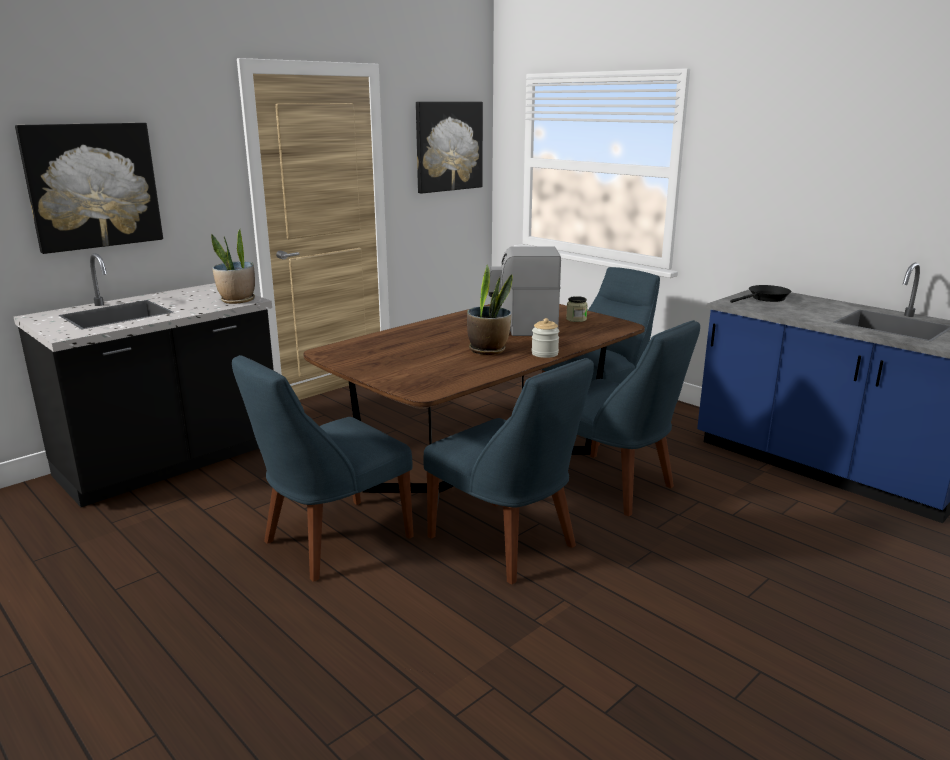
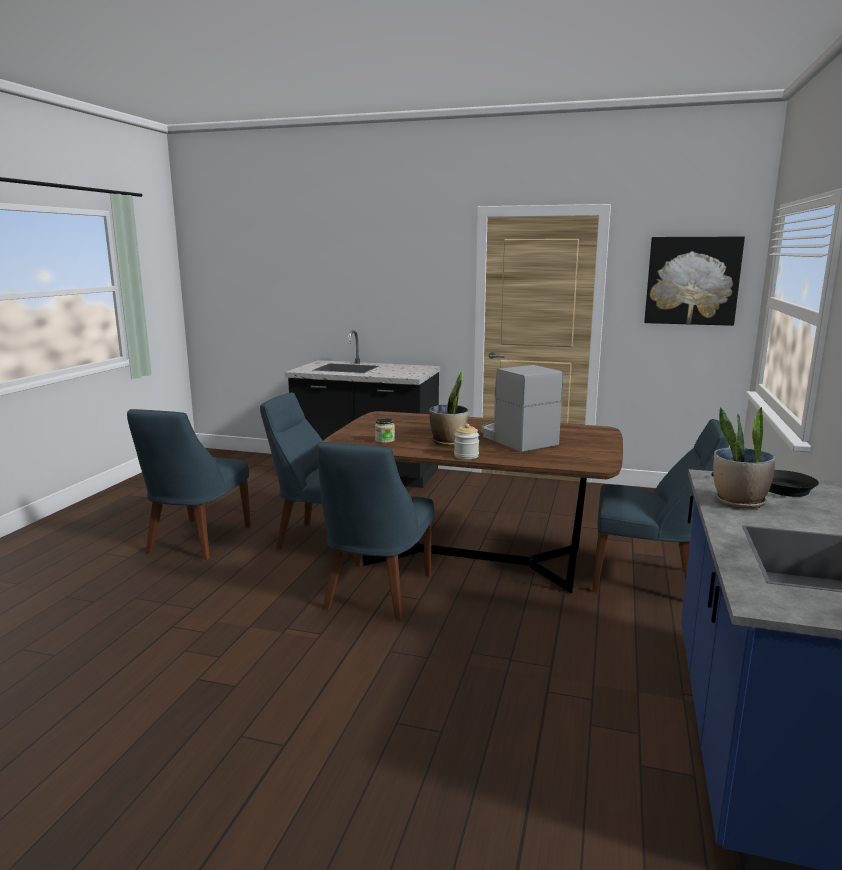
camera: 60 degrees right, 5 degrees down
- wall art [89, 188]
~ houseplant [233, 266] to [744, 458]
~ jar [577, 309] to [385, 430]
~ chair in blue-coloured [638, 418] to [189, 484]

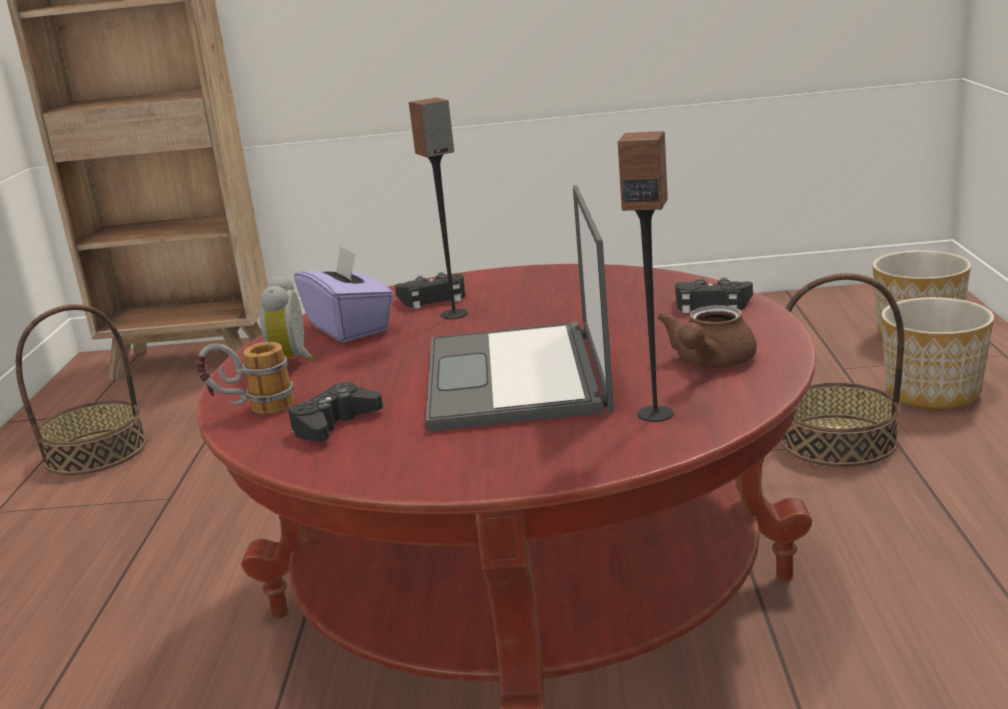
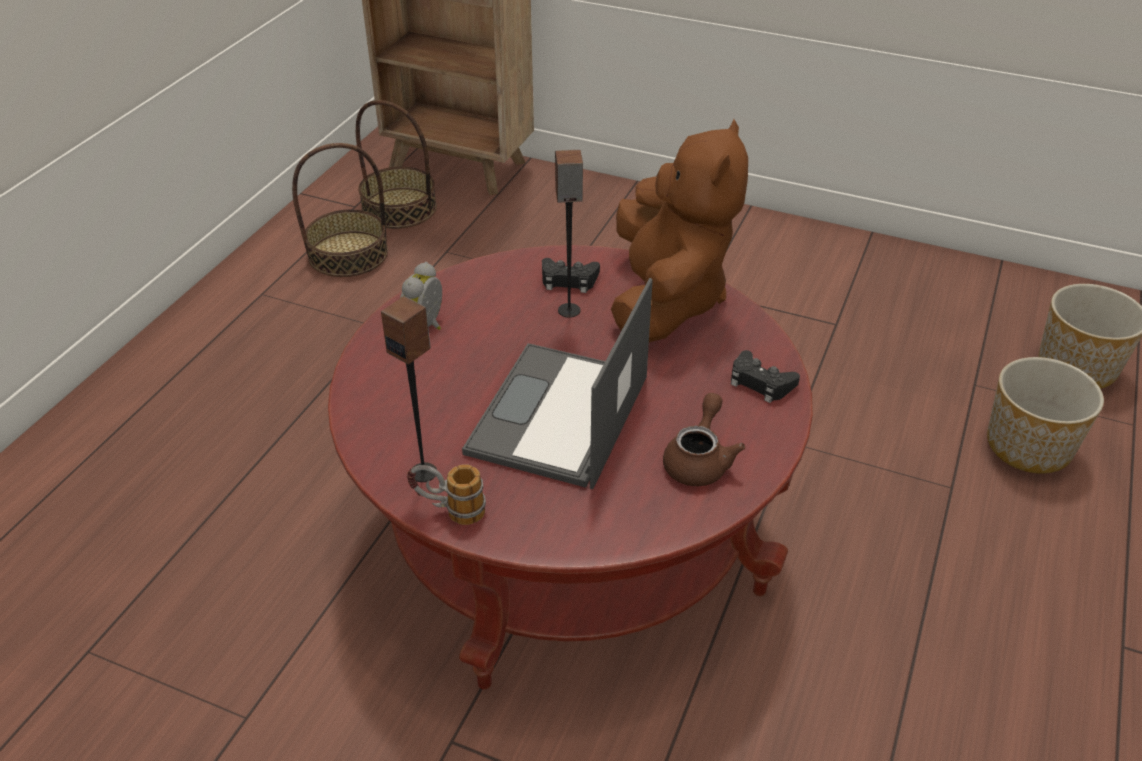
camera: 20 degrees right, 20 degrees up
- gamepad in blackish [335, 412]
- tissue box in purple-coloured [343, 293]
+ cuddly toy in brown [679, 230]
~ mug [245, 378] to [446, 494]
~ audio speaker [646, 276] to [409, 389]
~ basket [842, 370] to [396, 164]
~ tea pot in brown [707, 336] = [704, 439] 150 degrees clockwise

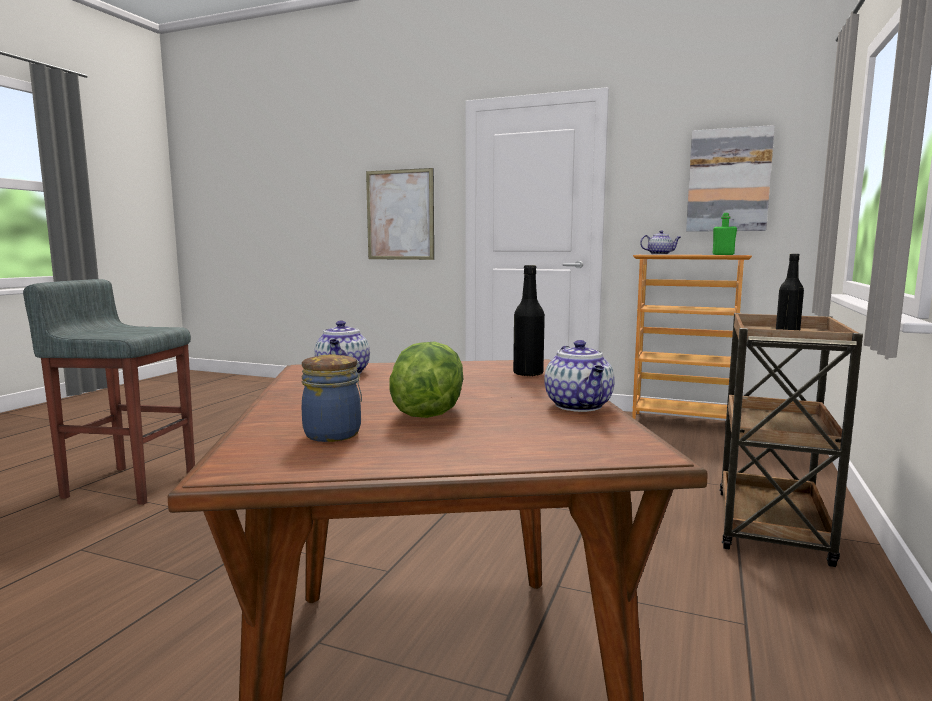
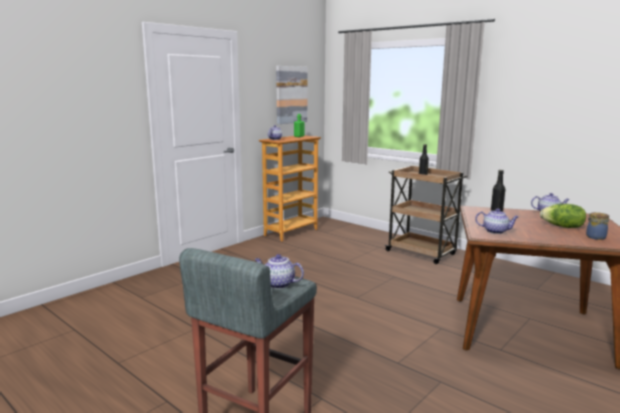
camera: 70 degrees left, 5 degrees up
- wall art [400, 214]
+ tea pot [279, 271]

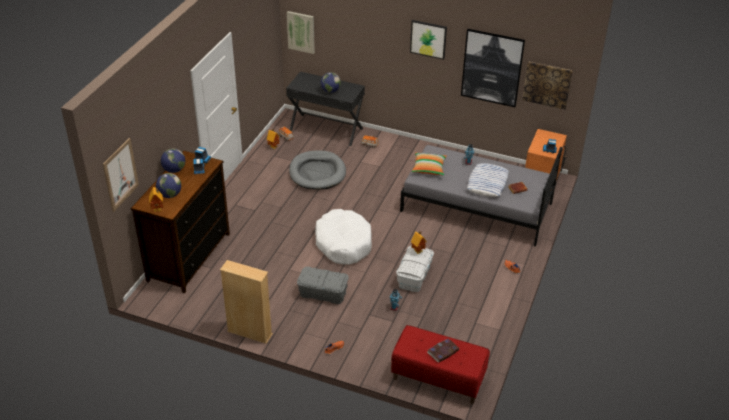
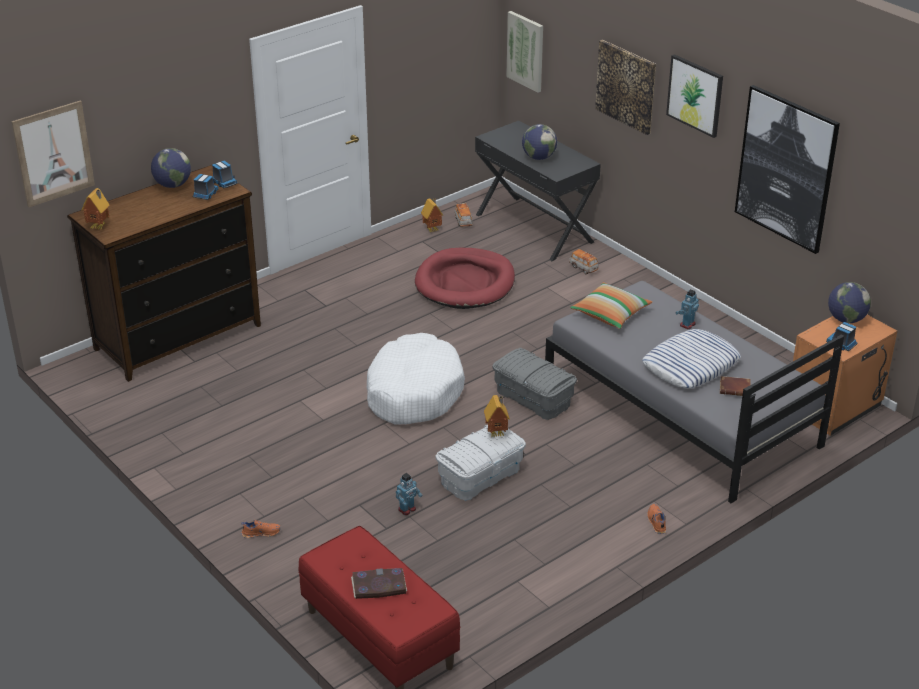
camera: 30 degrees right, 5 degrees down
- shelving unit in sand-coloured [246, 302]
~ globe [168, 185] to [849, 302]
~ storage container in gray [323, 285] to [534, 384]
~ wall art [548, 85] to [625, 87]
~ dog bed in gray [317, 170] to dog bed in reddish [465, 278]

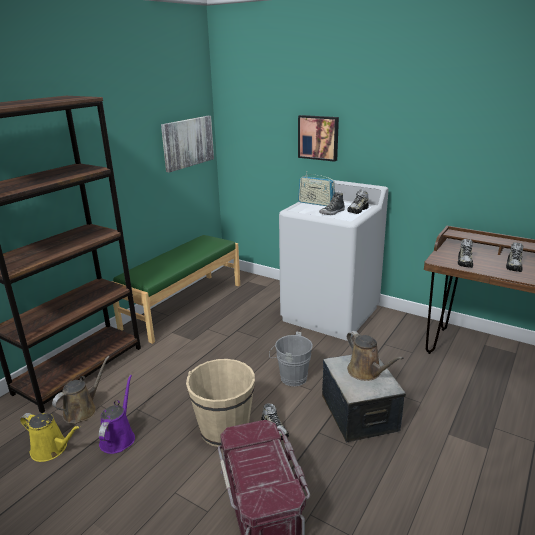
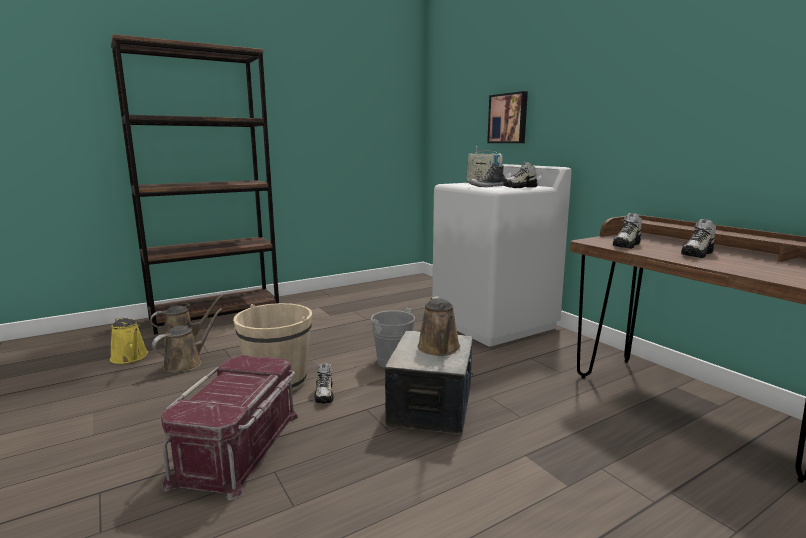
camera: 25 degrees right, 10 degrees down
- bench in green [176, 289]
- wall art [187, 144]
~ sprinkling can in purple-coloured [117, 414] to sprinkling can in brown [187, 340]

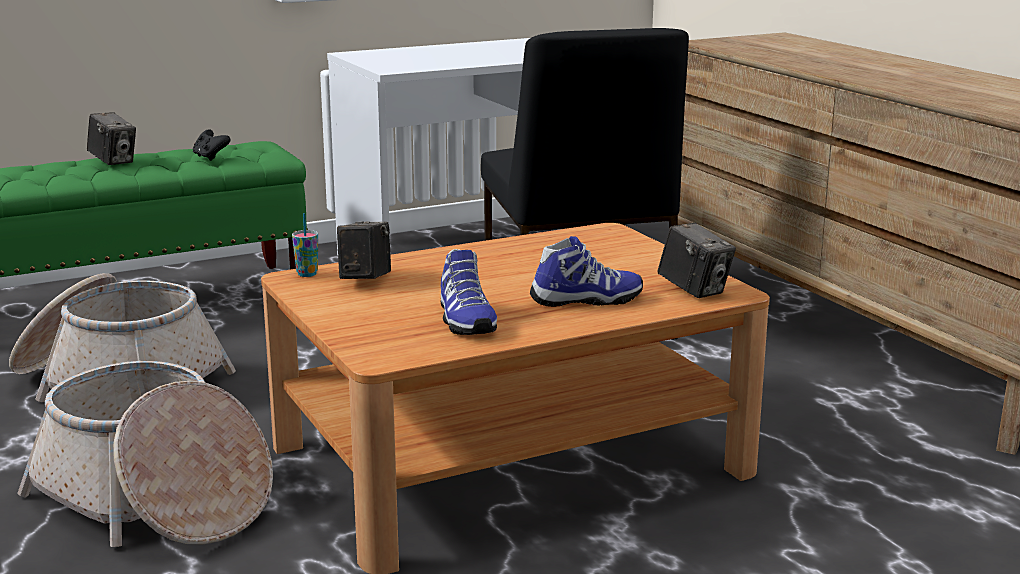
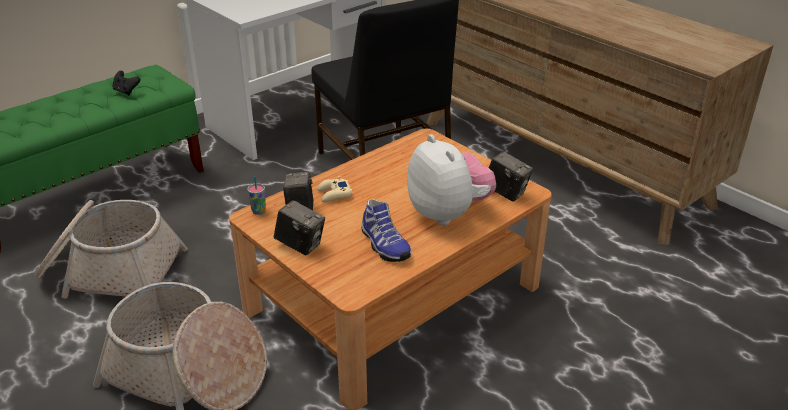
camera: 15 degrees left, 15 degrees up
+ gamepad in sand-coloured [334, 189]
~ still camera [111, 138] to [299, 227]
~ low shoe [586, 271] to cuddly toy [451, 179]

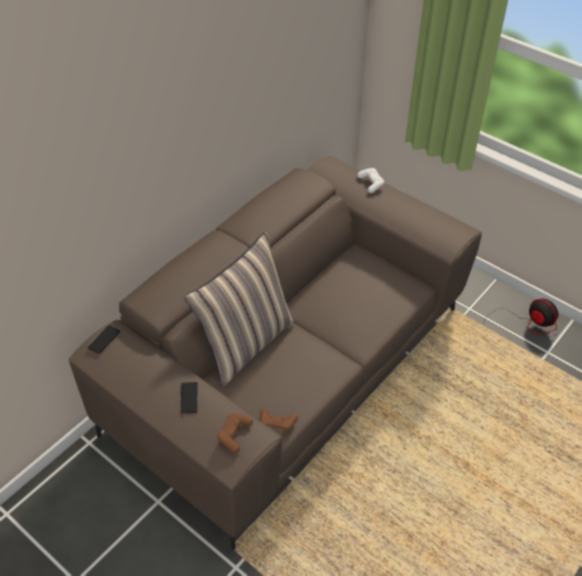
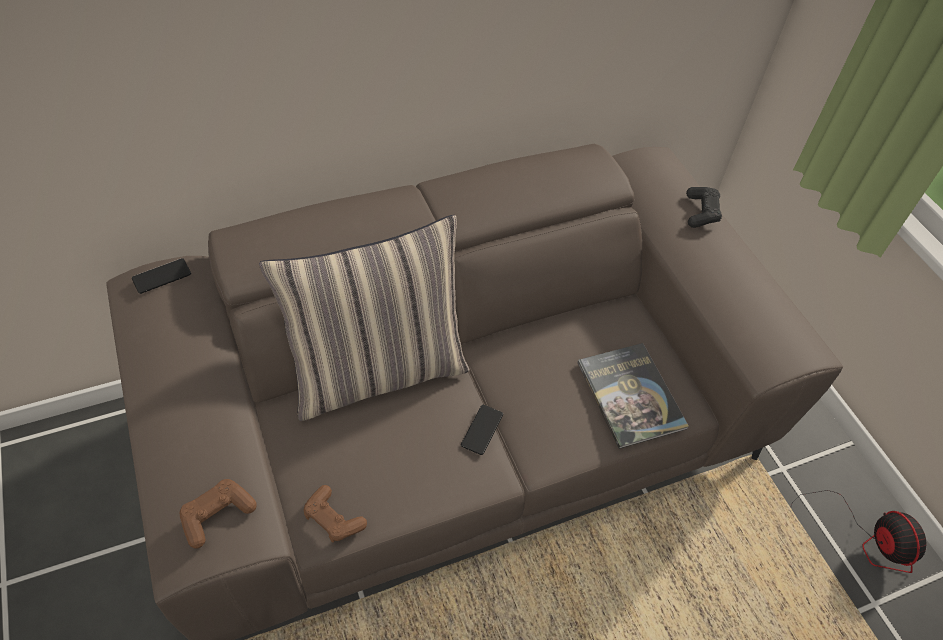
camera: 25 degrees right, 5 degrees up
+ volume [633, 396]
~ handset [189, 397] to [482, 430]
~ gamepad in white-coloured [370, 180] to gamepad in blackish [704, 207]

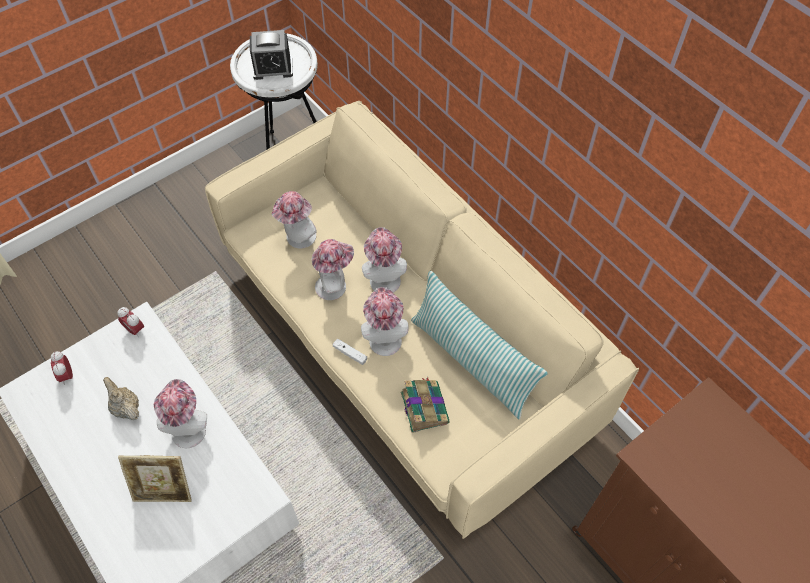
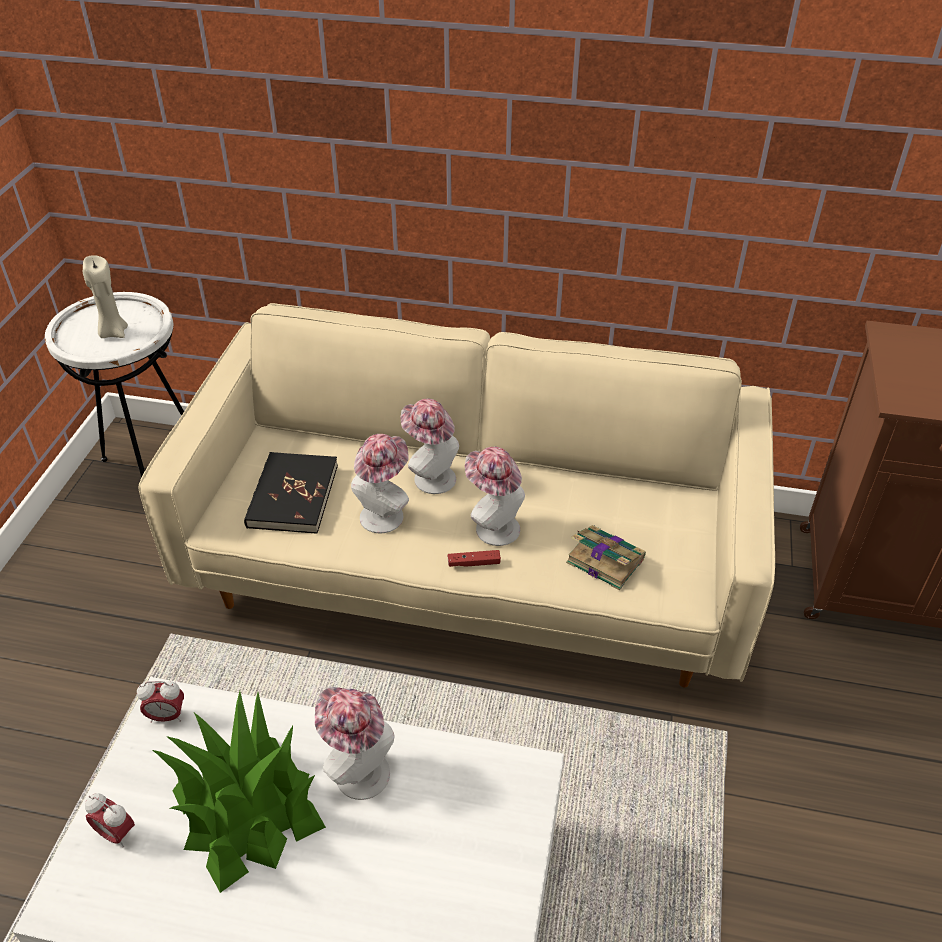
camera: 40 degrees left, 15 degrees down
- standing frame [155, 478]
- cushion [479, 345]
~ tea pot in sand-coloured [121, 399] to houseplant [239, 792]
~ table clock [271, 55] to wax candle in sand-coloured [105, 296]
~ clothing hat [294, 219] to volume in blackish [291, 493]
~ gamepad in white-coloured [350, 352] to gamepad in reddish [474, 558]

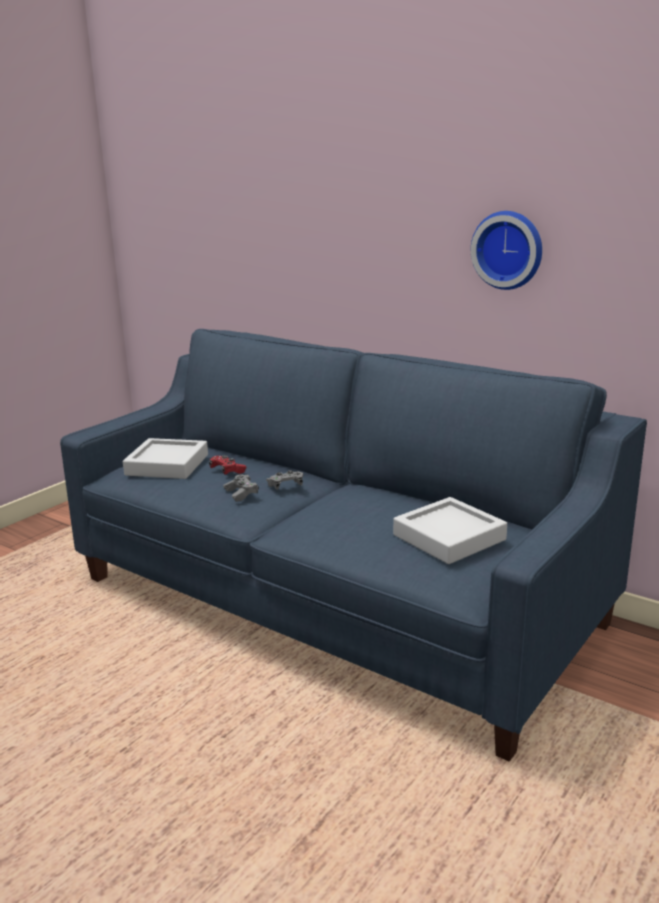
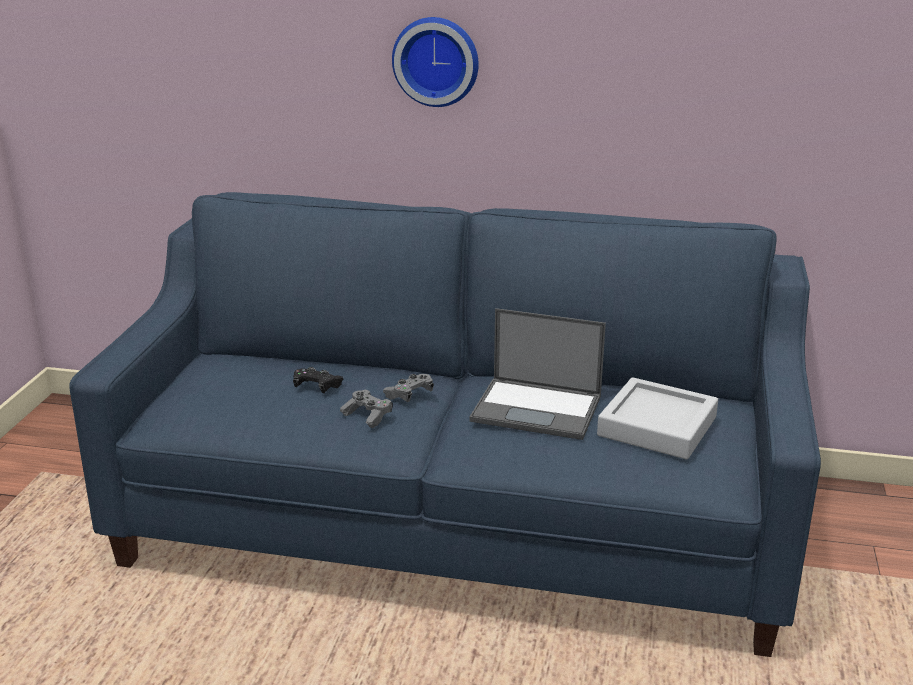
camera: 25 degrees left, 5 degrees up
- serving tray in gray [165, 458]
+ portable computer [537, 374]
~ wall clock [506, 250] to [435, 62]
~ gamepad in reddish [227, 465] to gamepad in blackish [318, 380]

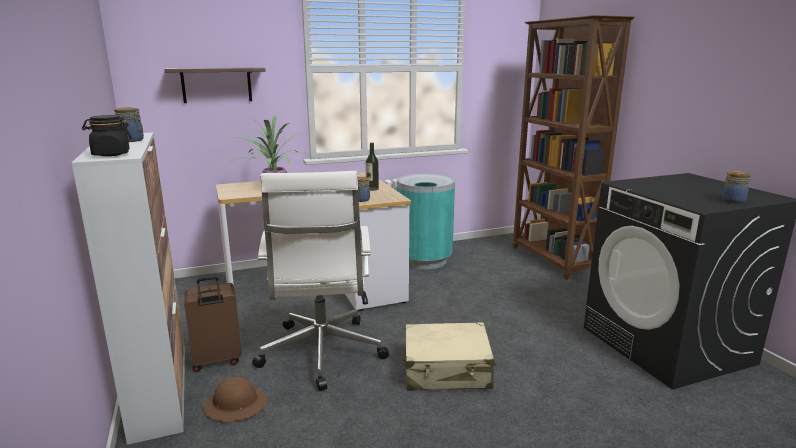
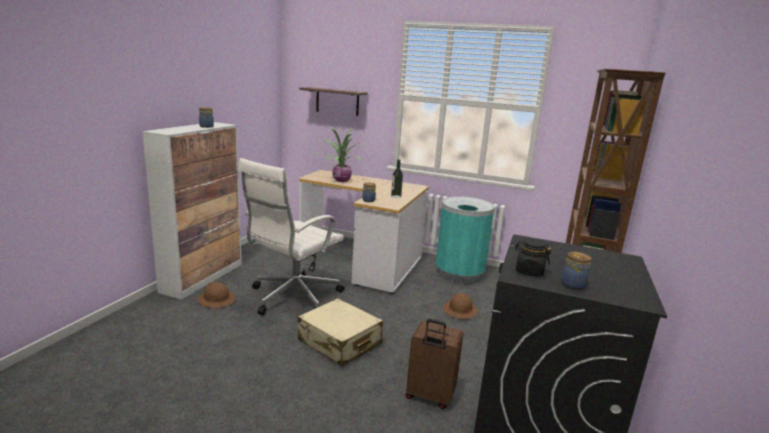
camera: 40 degrees right, 0 degrees up
+ hard hat in brown [460, 306]
~ jar in blackish [107, 135] to [533, 257]
~ piece of luggage in brown [213, 324] to [434, 364]

